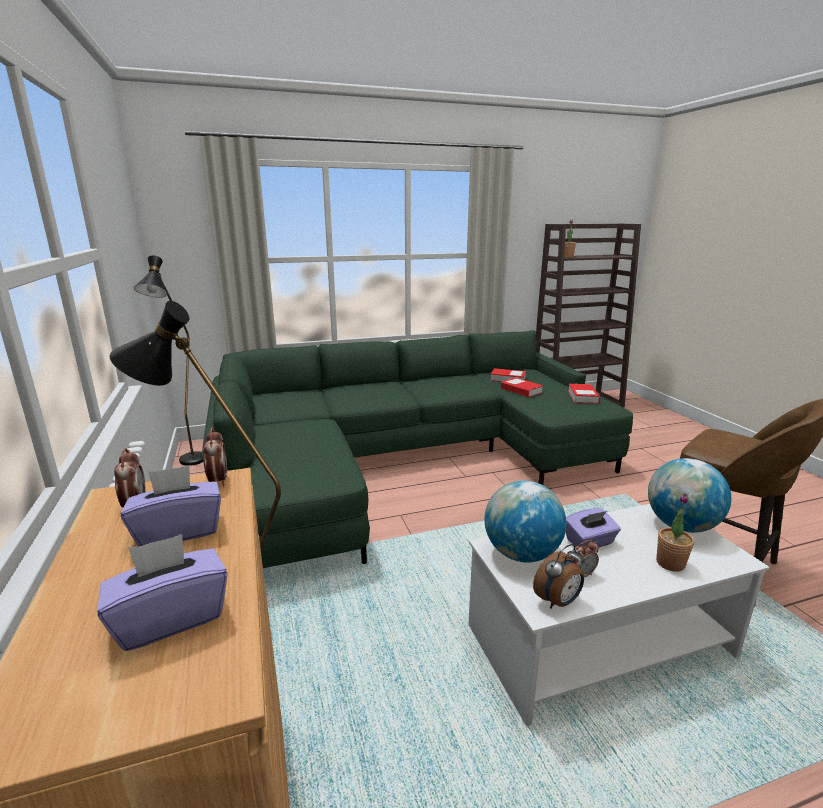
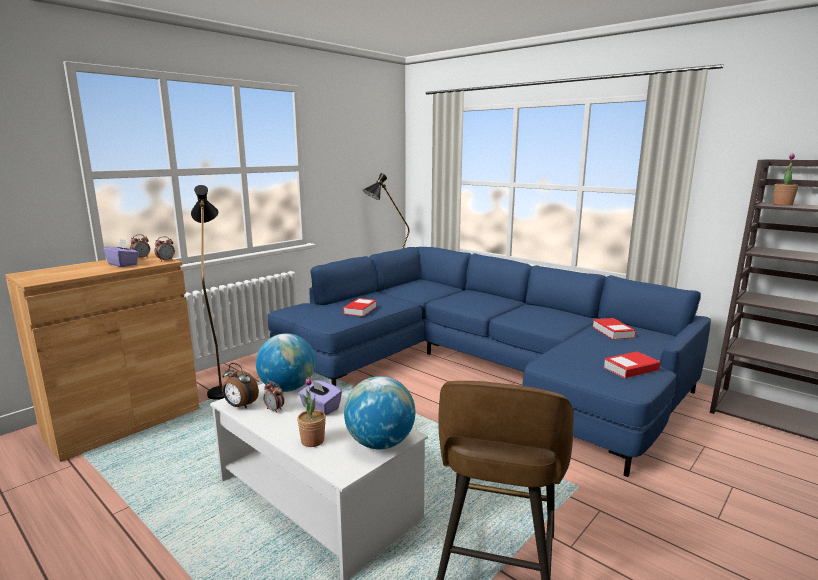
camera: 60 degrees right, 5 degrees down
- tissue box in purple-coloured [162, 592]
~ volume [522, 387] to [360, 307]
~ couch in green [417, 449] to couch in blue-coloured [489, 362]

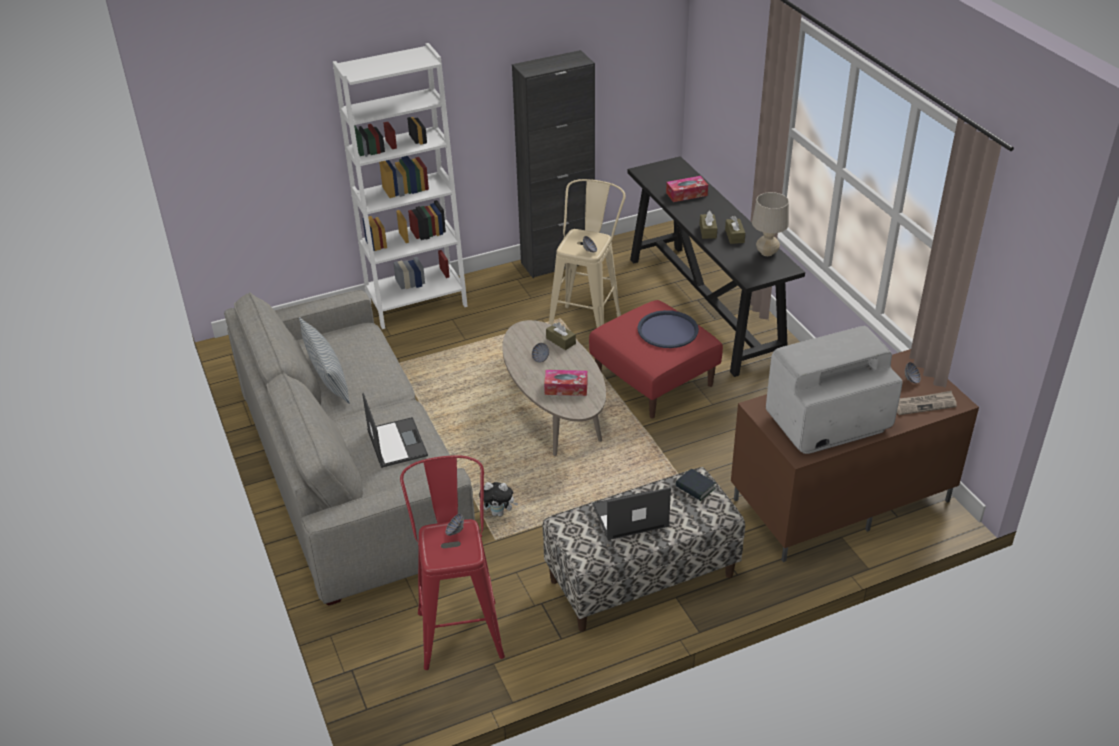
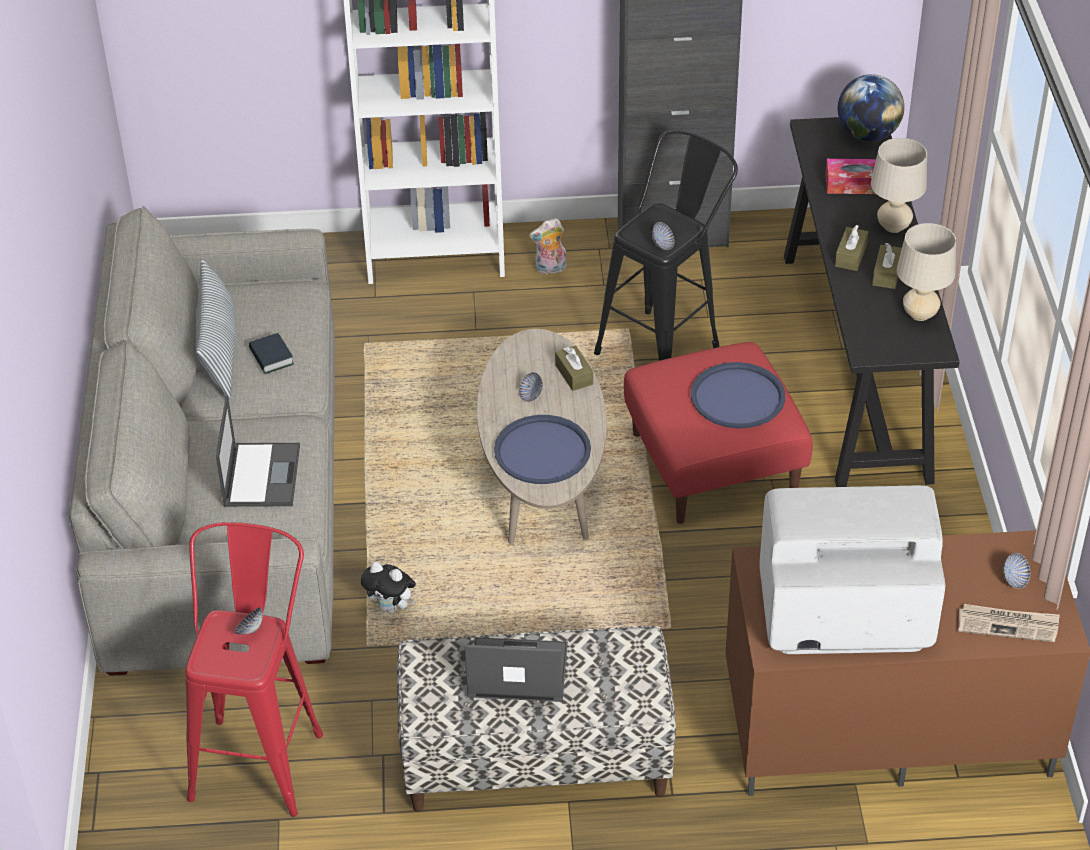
camera: 20 degrees right, 5 degrees up
+ cuddly toy [547, 246]
+ globe [871, 107]
+ tabletop lamp in sand-coloured [899, 185]
~ volume [695, 485] to [271, 353]
~ tissue box [566, 383] to serving tray in blue-coloured [542, 449]
~ sitting stool in sand-coloured [587, 253] to sitting stool in blackish [666, 245]

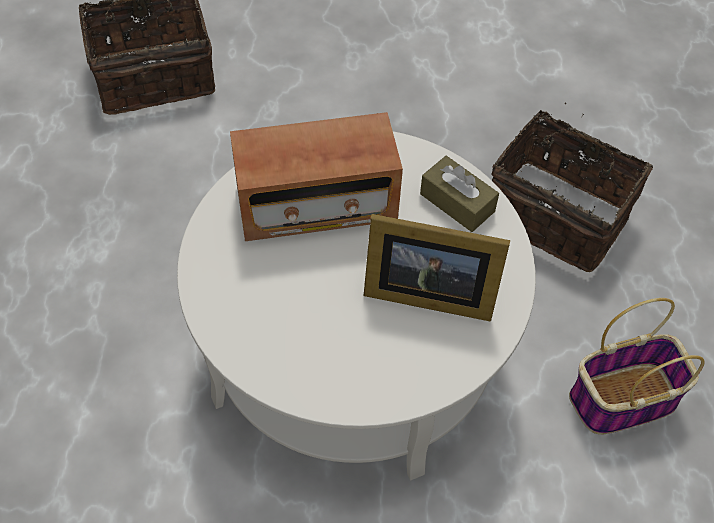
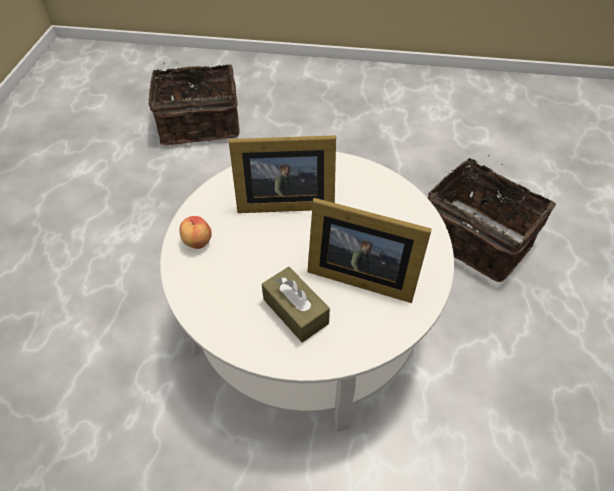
camera: 10 degrees right, 5 degrees down
- basket [637, 366]
+ whole apple [196, 232]
~ tissue box in brown [459, 194] to [296, 304]
~ radio receiver [316, 176] to standing frame [282, 174]

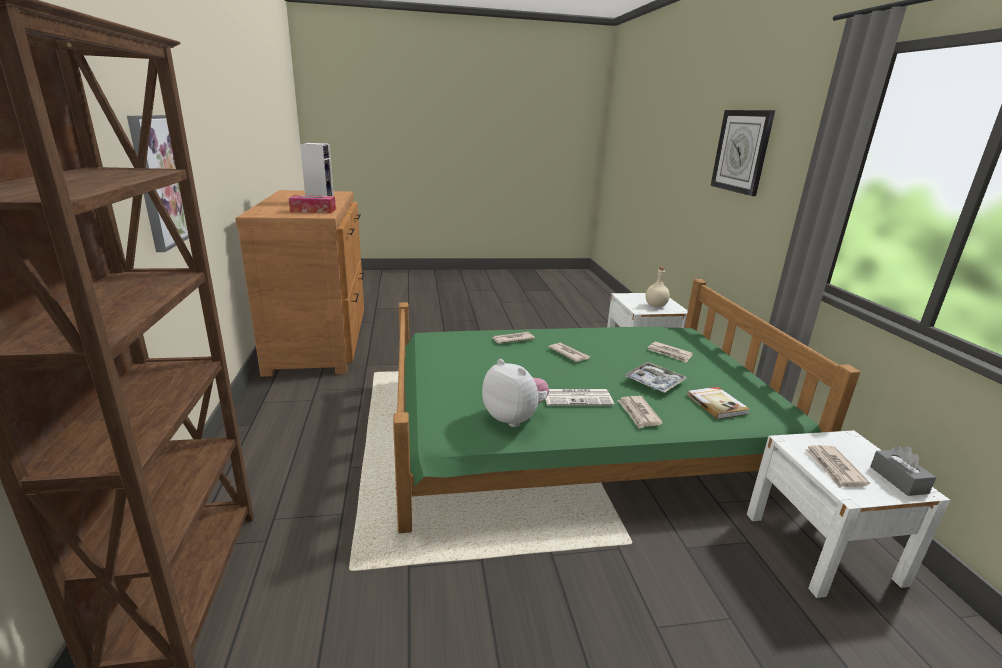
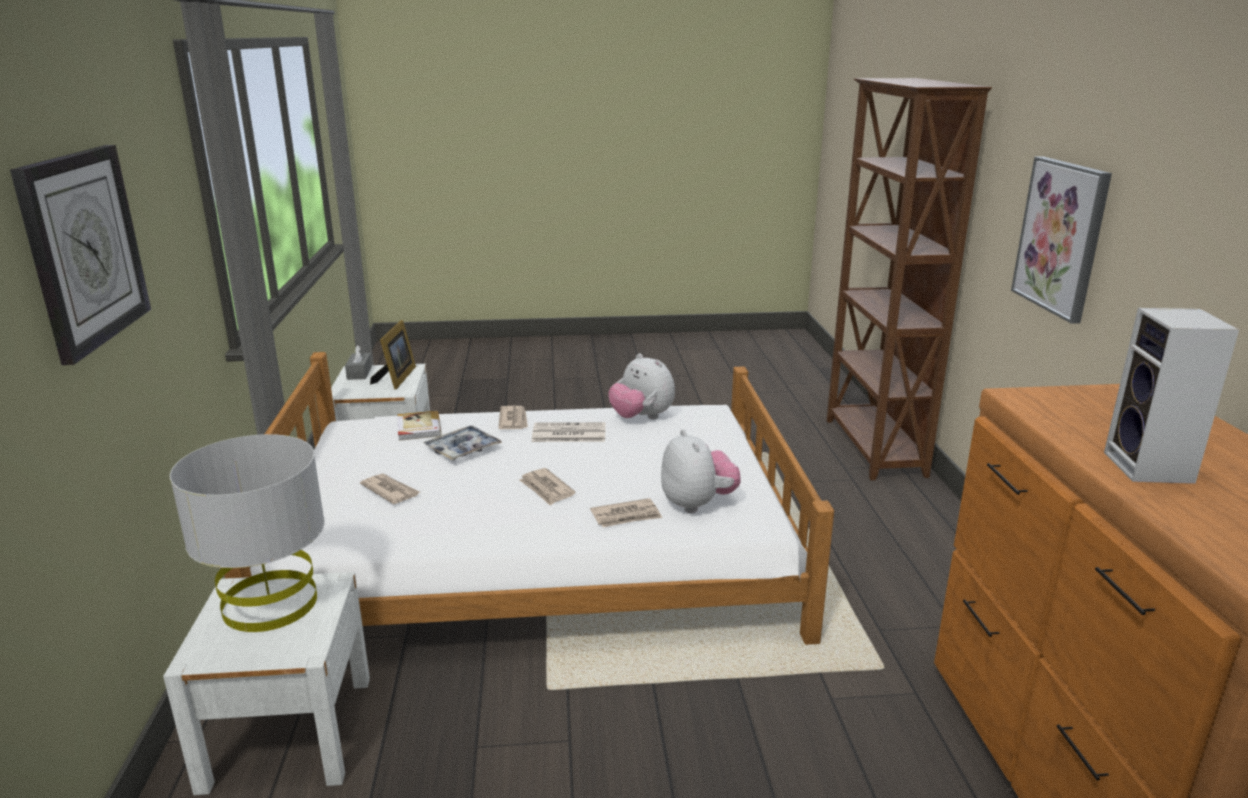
camera: 175 degrees left, 0 degrees up
- tissue box [312, 204]
+ cuddly toy [701, 471]
~ drink bottle in sand-coloured [657, 287] to tabletop lamp in gray [247, 533]
~ daily paper [837, 466] to standing frame [393, 354]
~ sleeping bed in green [626, 406] to sleeping bed in white-coloured [529, 498]

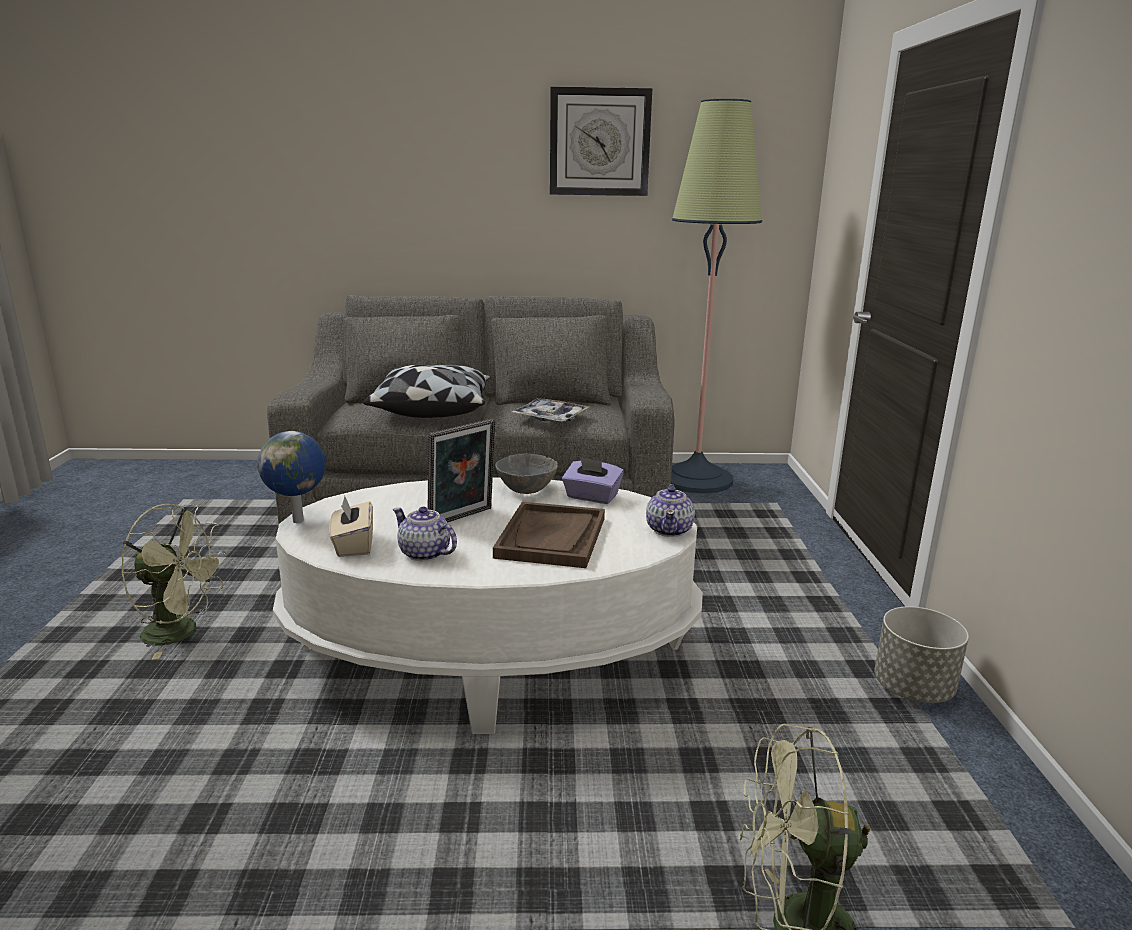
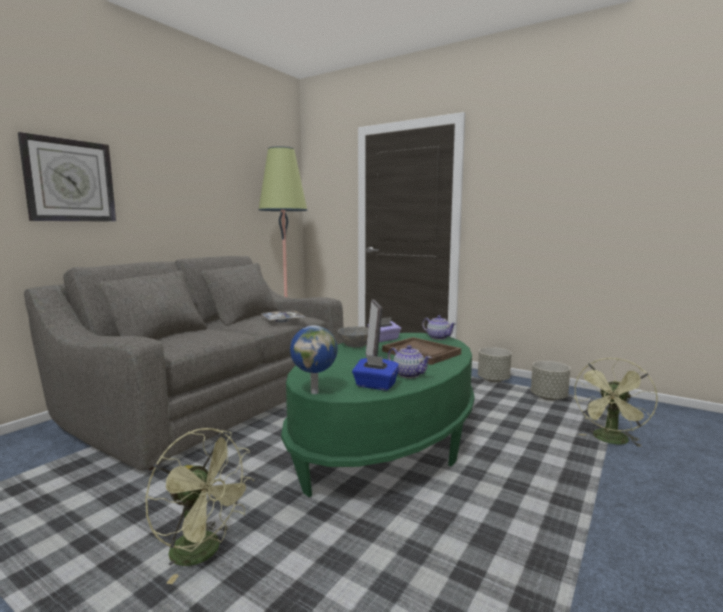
camera: 55 degrees left, 10 degrees down
- cushion [426, 391]
+ planter in gray [550, 380]
~ wall clock [601, 141] to [67, 177]
~ lounge table in white-coloured [488, 605] to lounge table in green [378, 415]
~ tissue box in sand-coloured [351, 526] to tissue box in blue-coloured [375, 373]
~ electric fan in green [174, 581] = [200, 506] 75 degrees clockwise
~ tea pot [425, 534] = [410, 361] 120 degrees counterclockwise

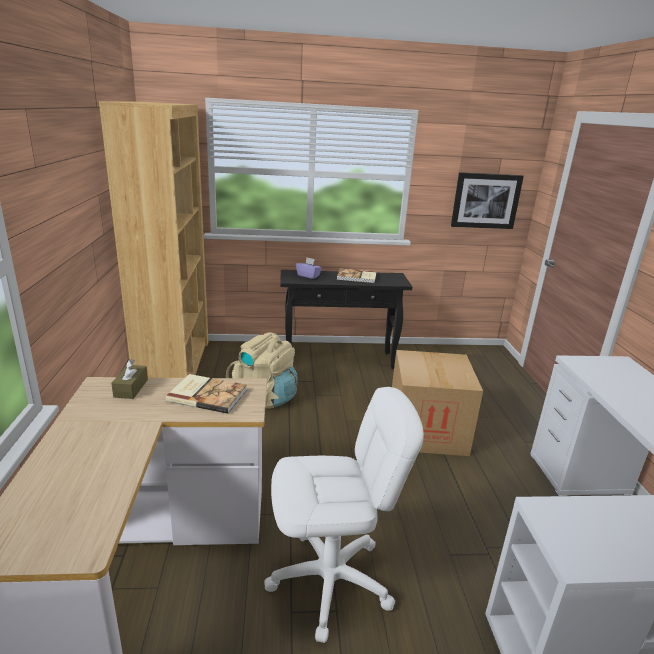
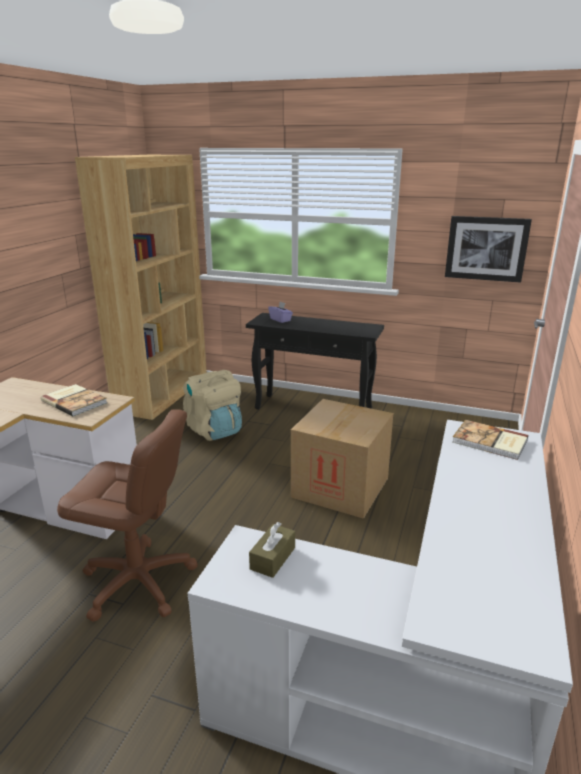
camera: 25 degrees right, 0 degrees up
~ tissue box in brown [129, 379] to [272, 550]
~ volume [357, 275] to [490, 440]
~ desk chair in white-coloured [344, 515] to desk chair in brown [127, 515]

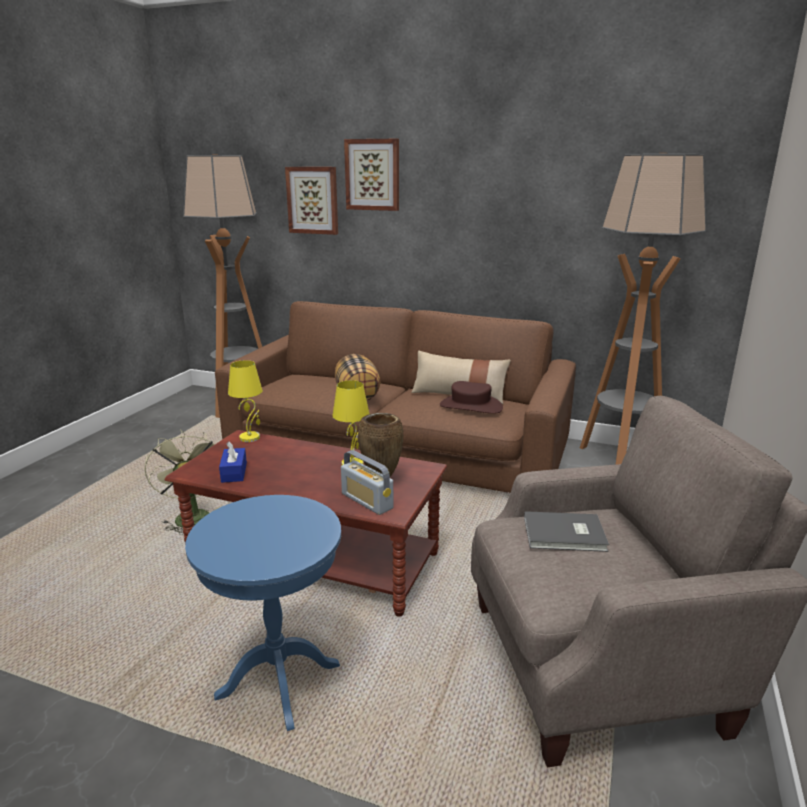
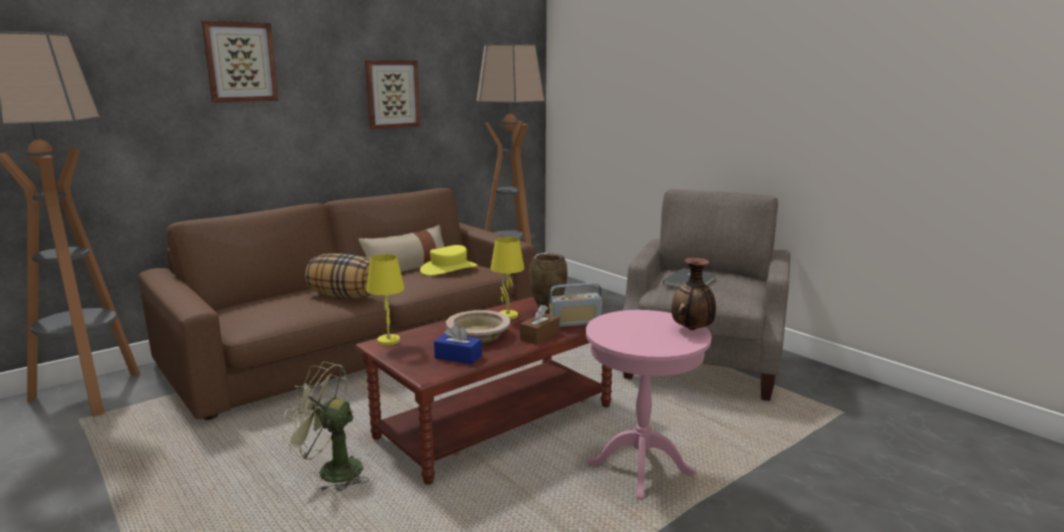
camera: 60 degrees left, 5 degrees down
+ bowl in sand-coloured [478, 326]
+ tissue box in brown [540, 324]
+ decorative vase [693, 294]
~ wall art [311, 201] to [393, 94]
~ end table in blue-coloured [263, 613] to end table in pink-coloured [648, 405]
~ clothing hat in brown [471, 397] to clothing hat in yellow-coloured [448, 260]

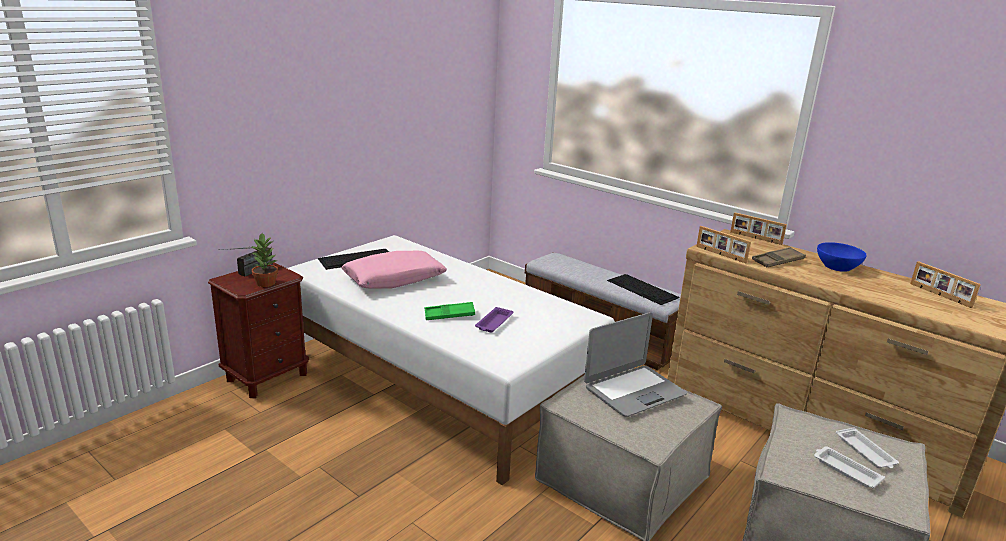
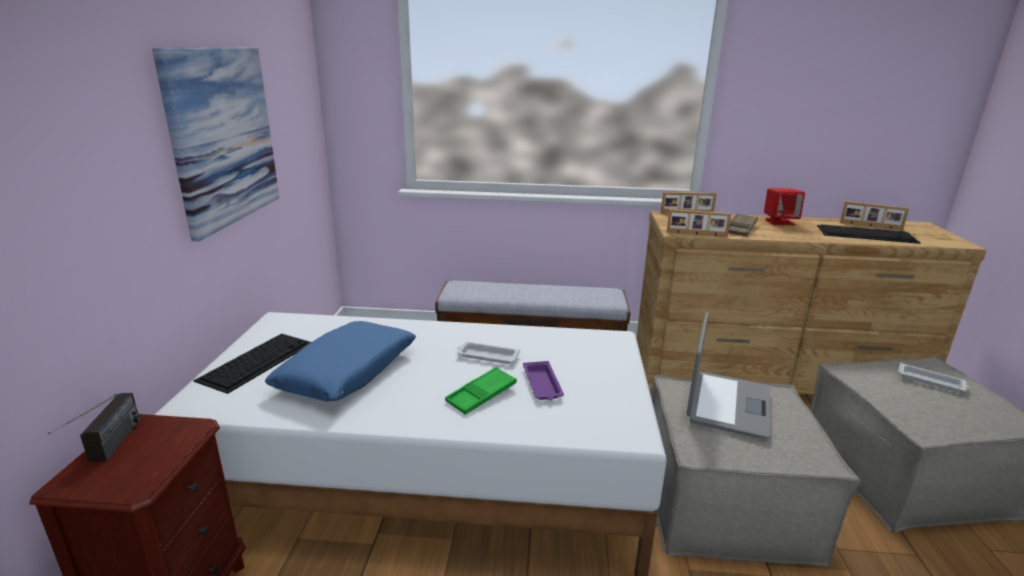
camera: 35 degrees left, 0 degrees up
- houseplant [264, 260]
+ wall art [215, 144]
~ PC keyboard [643, 289] to [869, 234]
~ serving tray in white-coloured [849, 467] to [488, 352]
~ bowl in blue-coloured [842, 257] to audio speaker in reddish [784, 206]
~ cushion in pink-coloured [394, 270] to cushion in blue-coloured [340, 361]

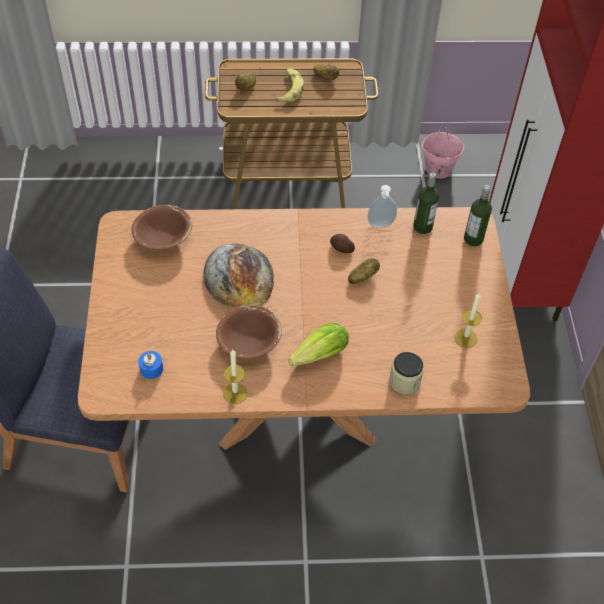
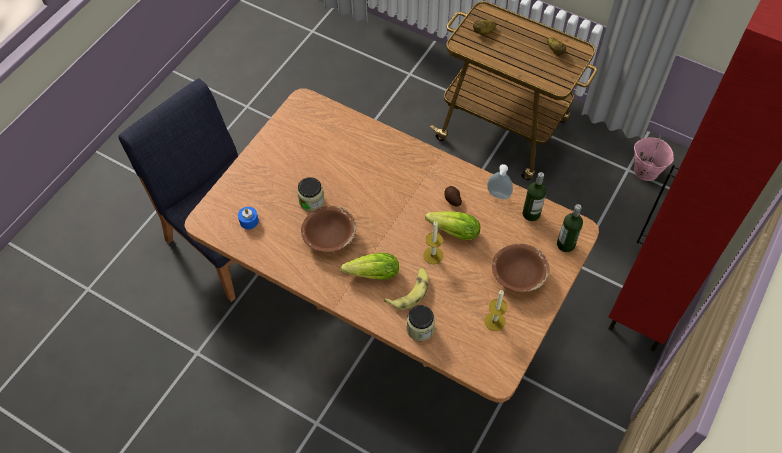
camera: 35 degrees right, 5 degrees up
- baked bread [238, 275]
+ jar [310, 194]
~ bowl in brown [161, 227] to [521, 268]
~ wax candle [235, 377] to [433, 242]
~ banana fruit [289, 85] to [406, 289]
~ spud [364, 271] to head of lettuce [452, 226]

